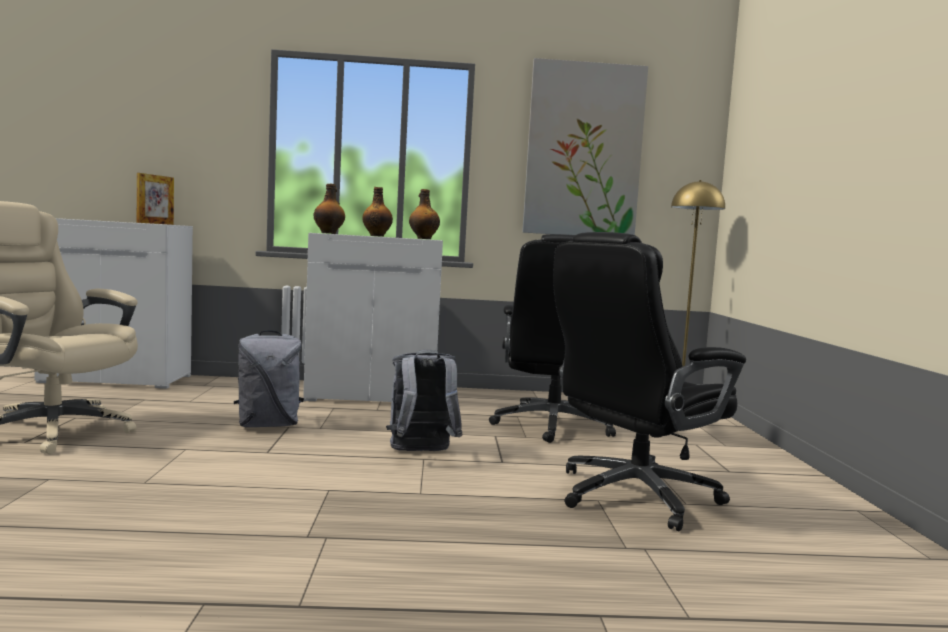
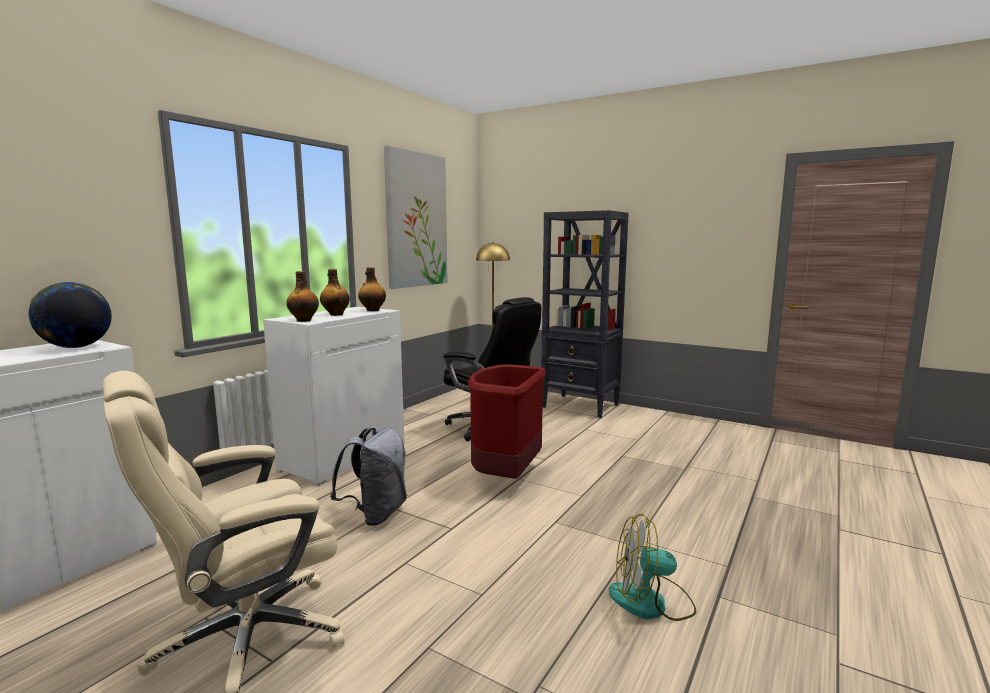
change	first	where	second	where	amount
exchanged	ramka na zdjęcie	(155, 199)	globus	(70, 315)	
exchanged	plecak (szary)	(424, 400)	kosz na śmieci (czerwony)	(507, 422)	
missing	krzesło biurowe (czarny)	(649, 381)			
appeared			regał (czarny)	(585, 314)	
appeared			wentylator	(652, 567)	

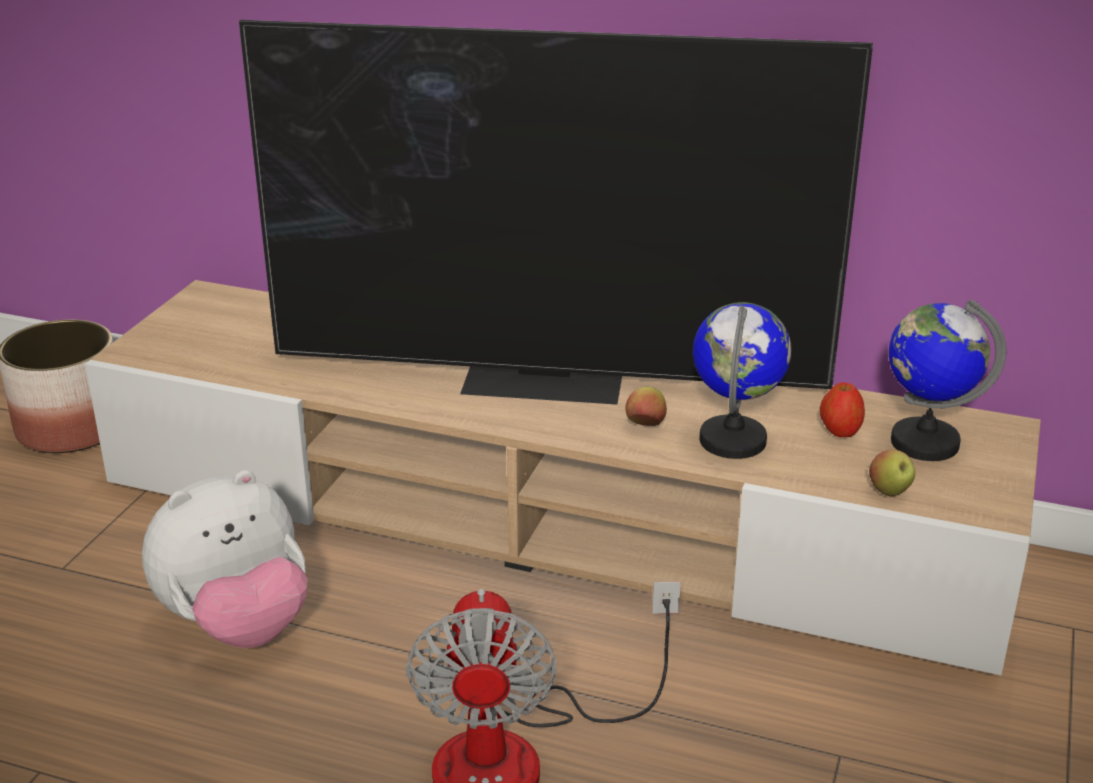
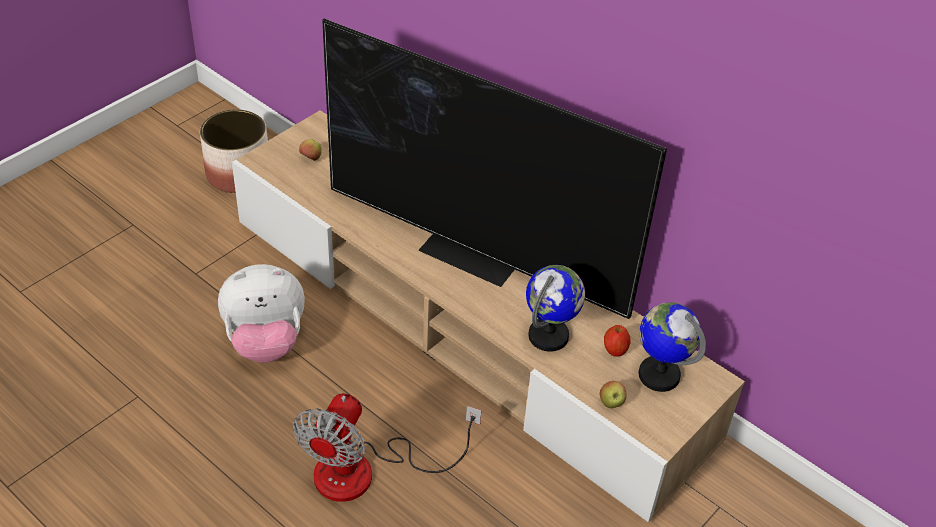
change	first	where	second	where	amount
relocated	jabłko	(646, 406)		(310, 150)	

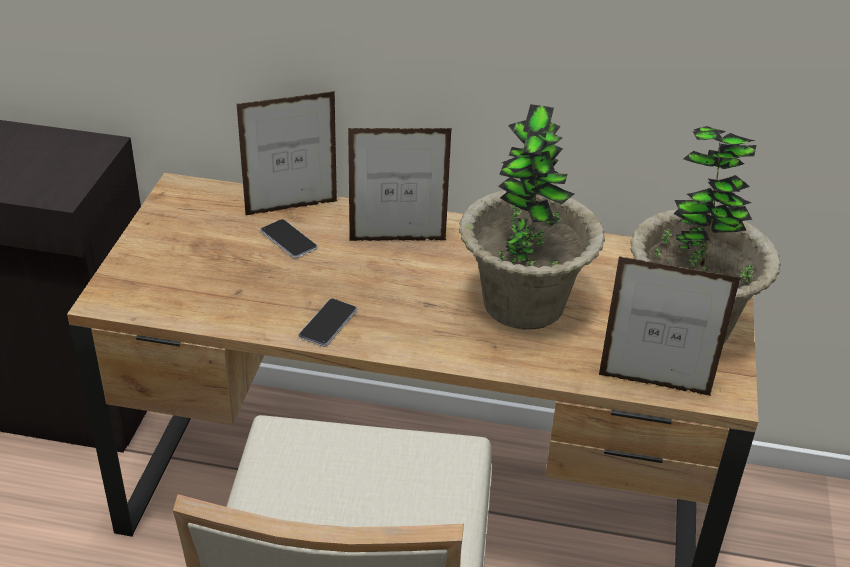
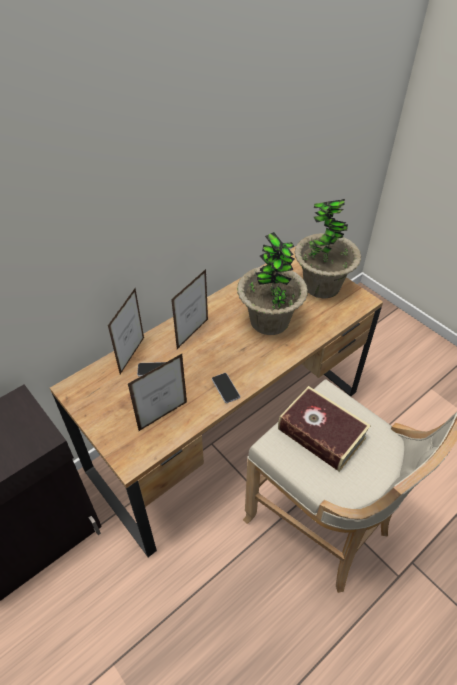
change	first	where	second	where	amount
relocated	ramka na zdjęcie	(670, 326)		(157, 392)	
appeared			książka	(324, 429)	

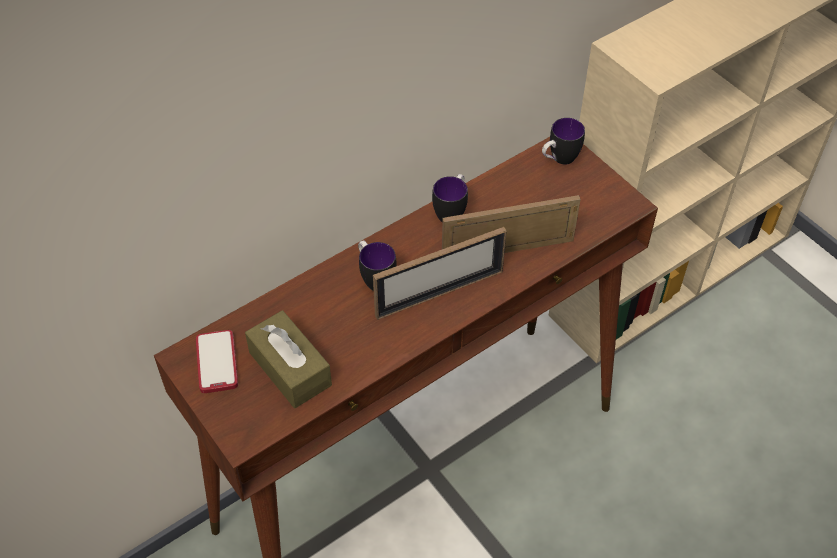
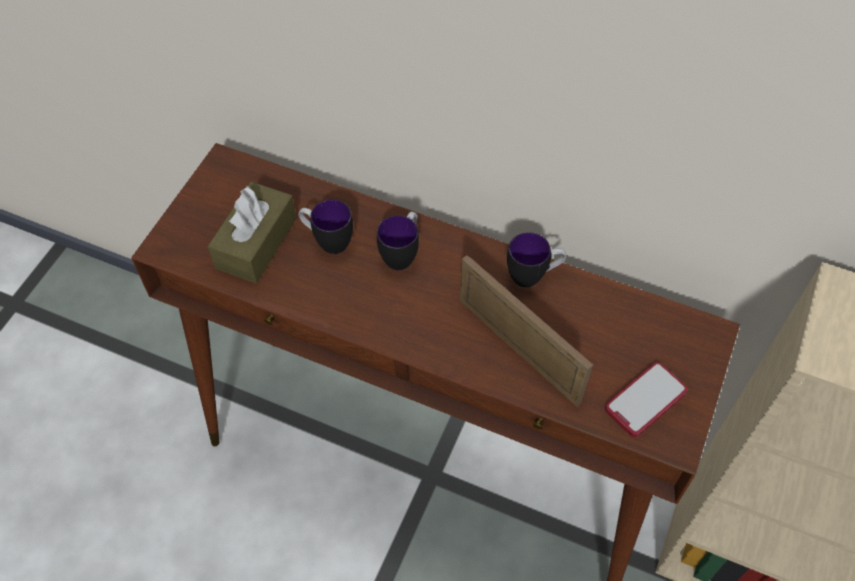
change	first	where	second	where	amount
relocated	telefon	(217, 361)		(646, 399)	
missing	ramka na zdjęcie	(440, 273)			
relocated	kubek	(563, 141)		(325, 226)	

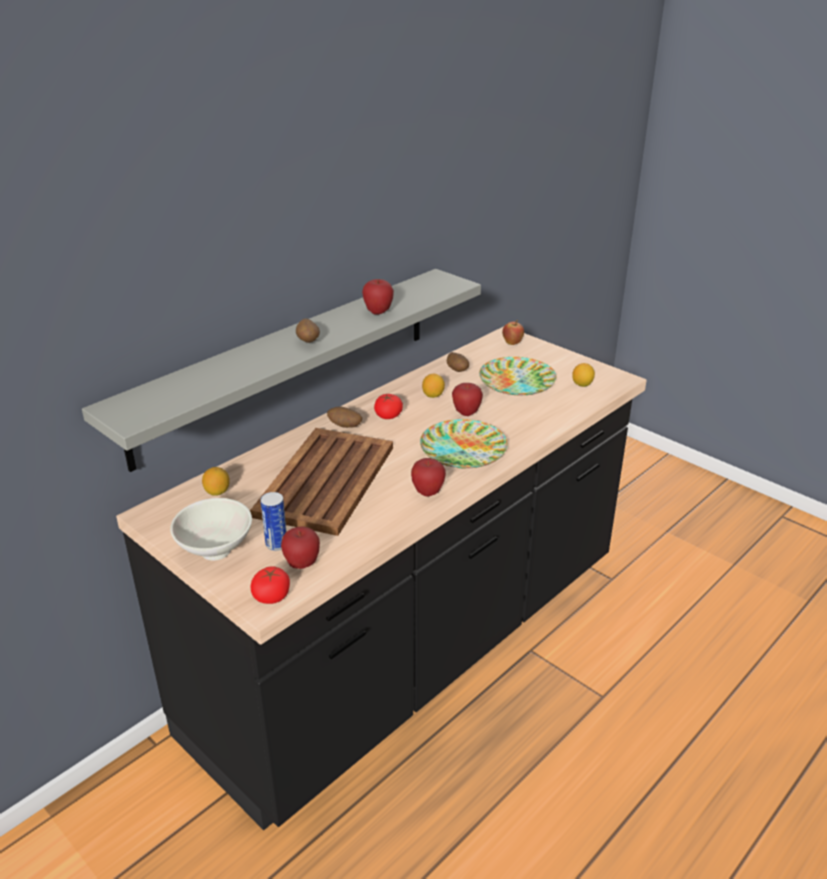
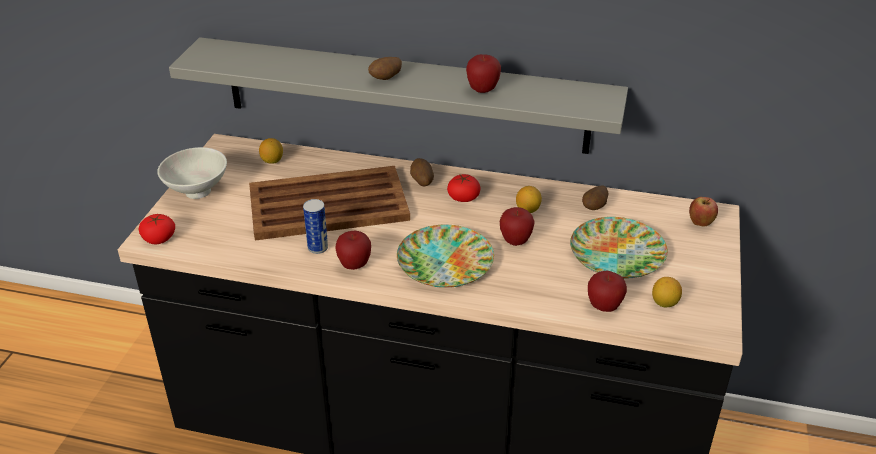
change	first	where	second	where	amount
relocated	puszka	(273, 521)		(315, 226)	
relocated	jabłko	(300, 547)		(607, 291)	

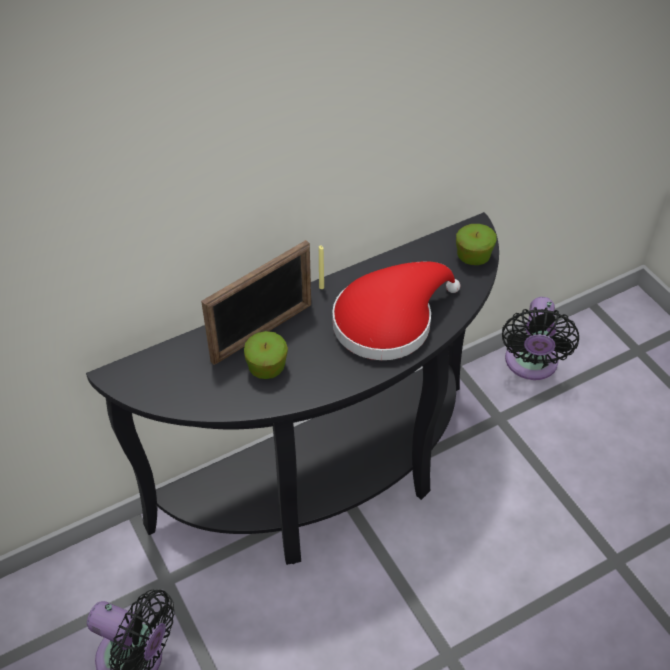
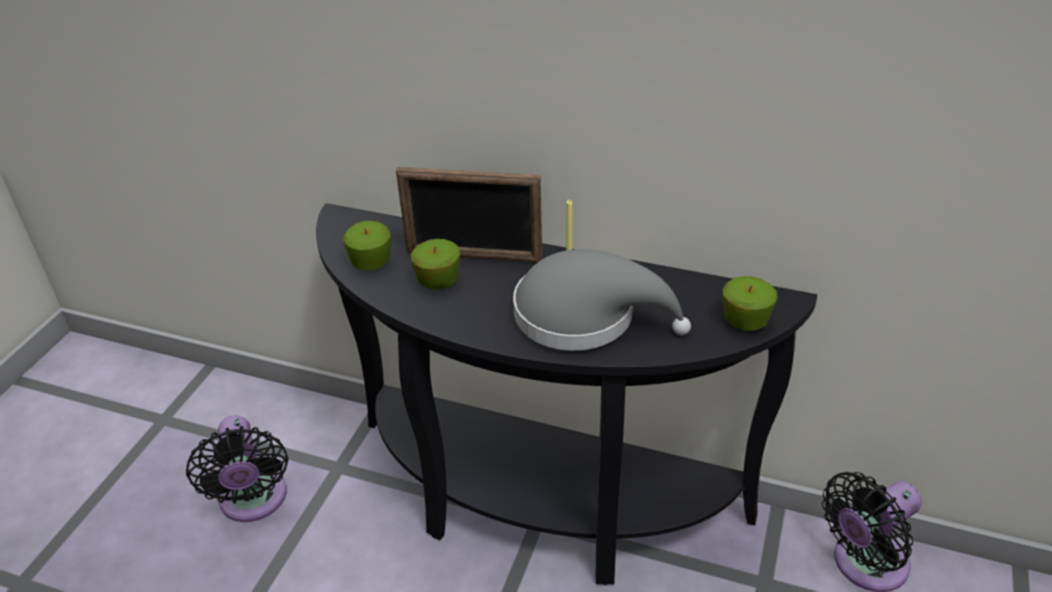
change	first	where	second	where	amount
colour	kapelusz (czerwony)	(396, 310)	kapelusz (szary)	(602, 300)	
appeared			jabłko	(367, 246)	

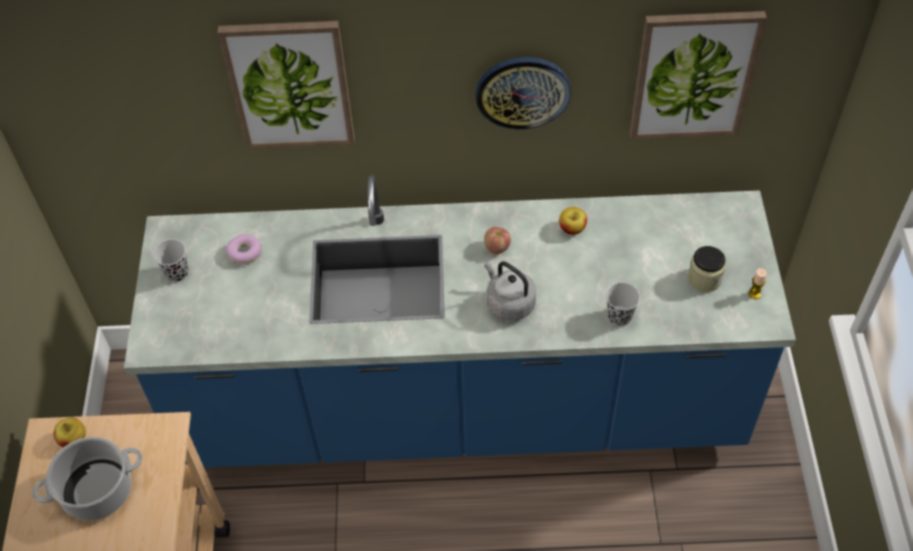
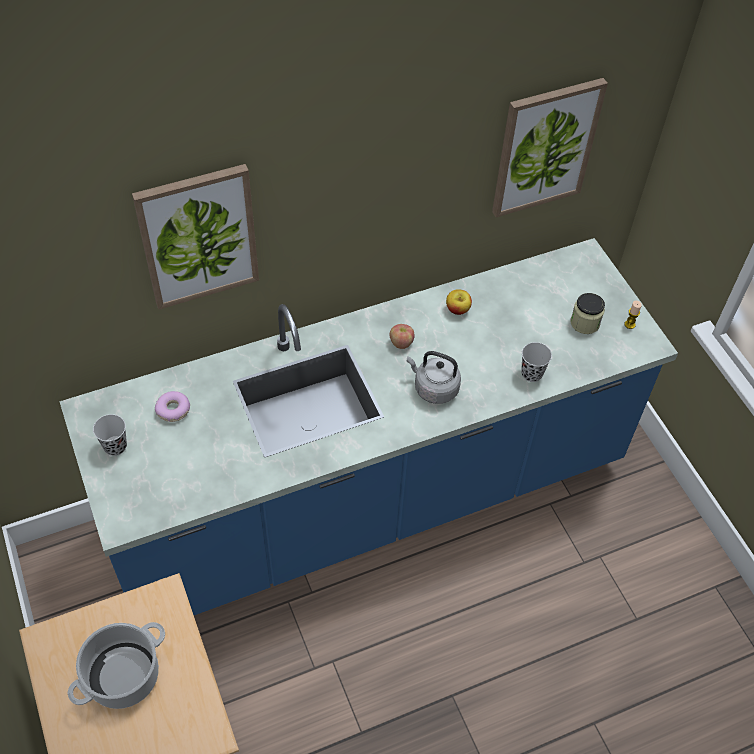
change	first	where	second	where	amount
missing	jabłko	(70, 432)			
missing	zegar ścienny	(523, 93)			

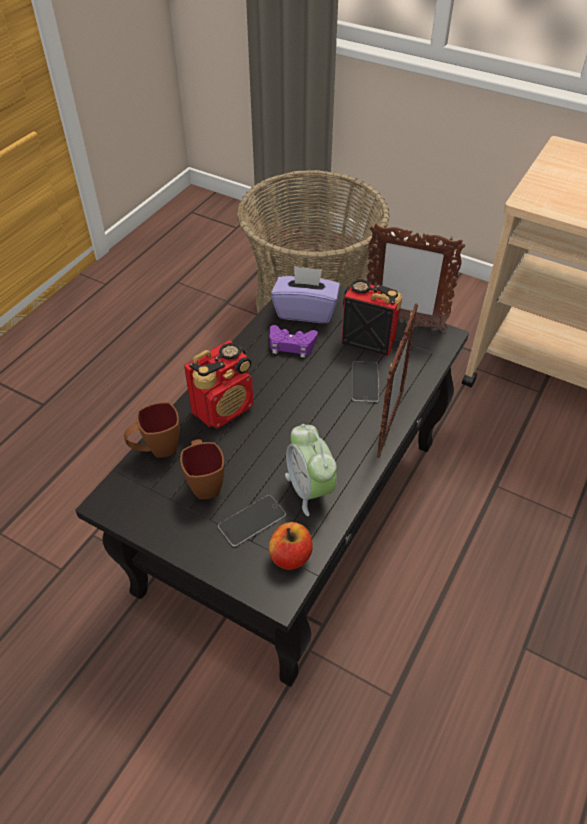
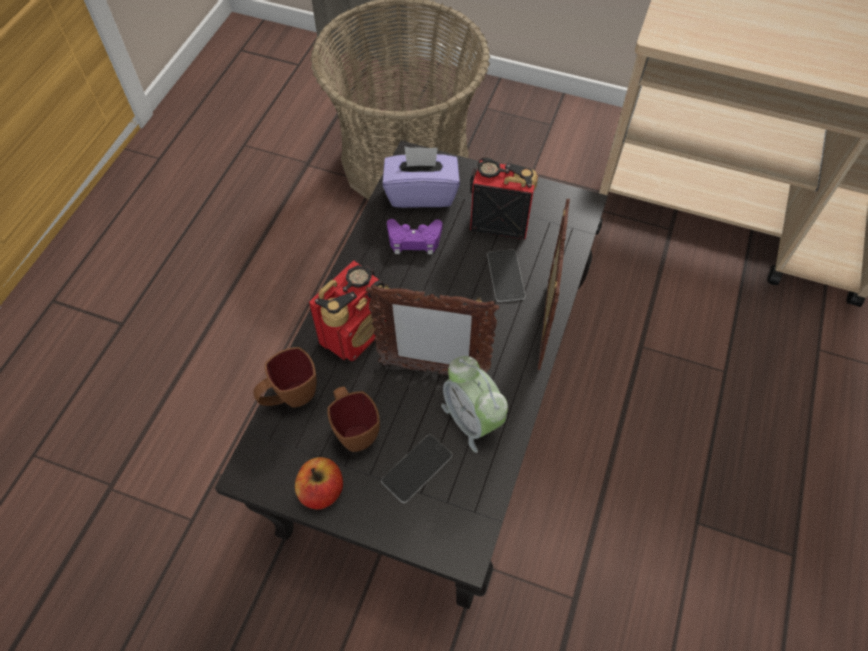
change	first	where	second	where	amount
relocated	jabłko	(291, 546)		(319, 483)	
relocated	ramka na zdjęcie	(416, 277)		(432, 329)	

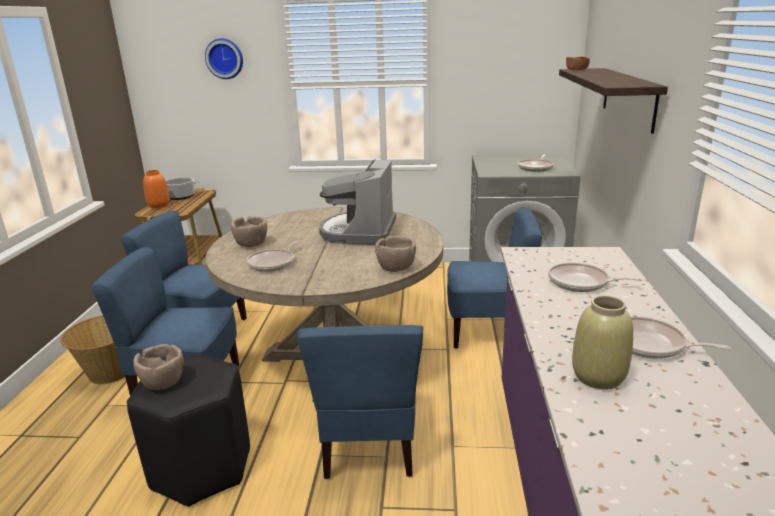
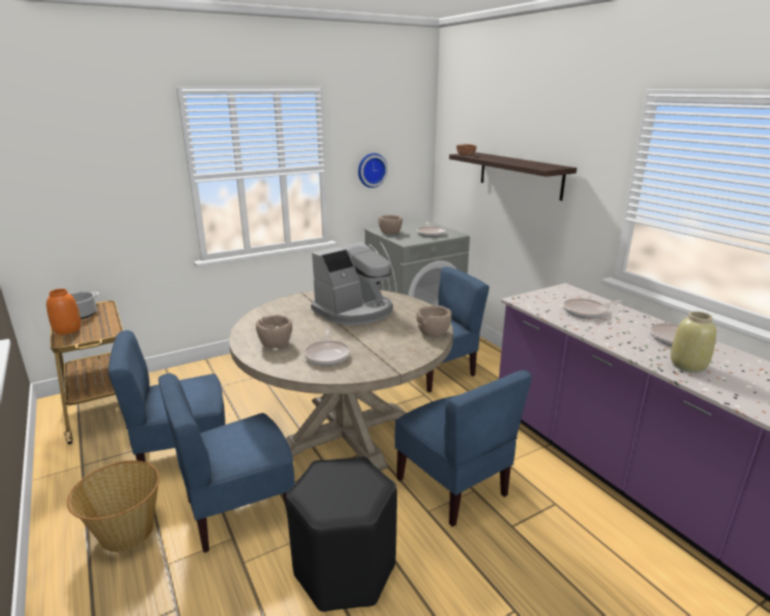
change	first	where	second	where	amount
relocated	miska (brązowy)	(158, 367)		(390, 224)	
relocated	zegar ścienny	(224, 58)		(373, 170)	
spun	ekspres do kawy	(357, 202)		(352, 283)	105 degrees counterclockwise

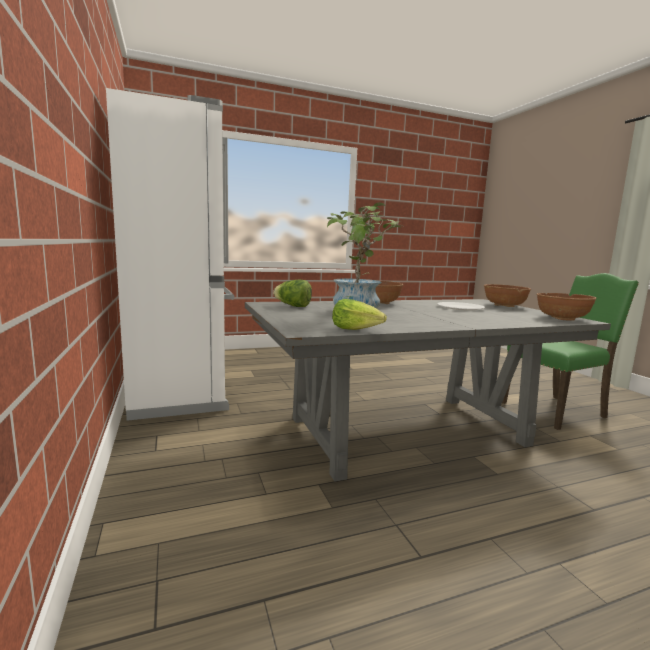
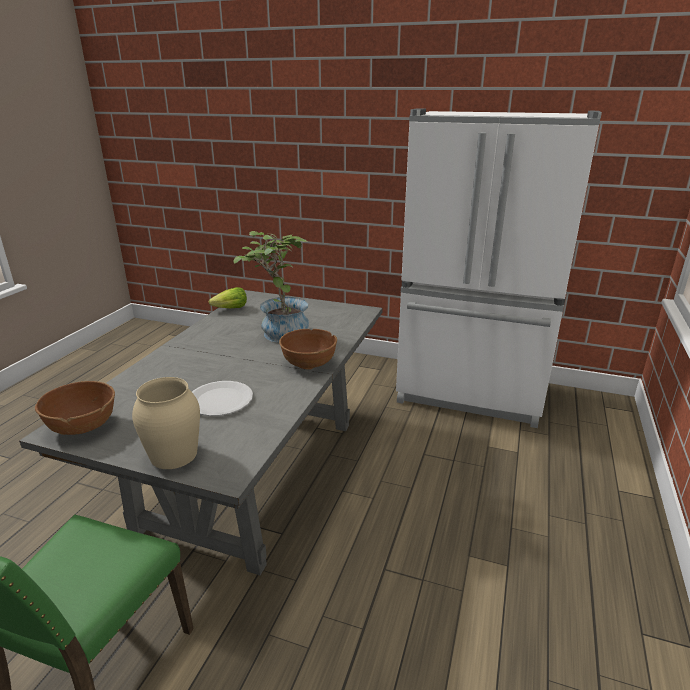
change	first	where	second	where	amount
missing	sałata	(292, 293)			
exchanged	miska (brązowy)	(507, 295)	wazon (beżowy)	(166, 423)	

